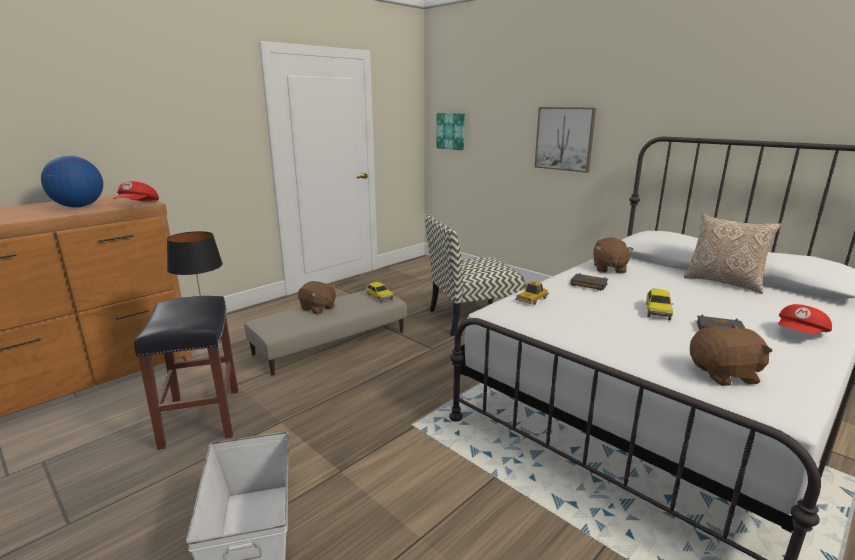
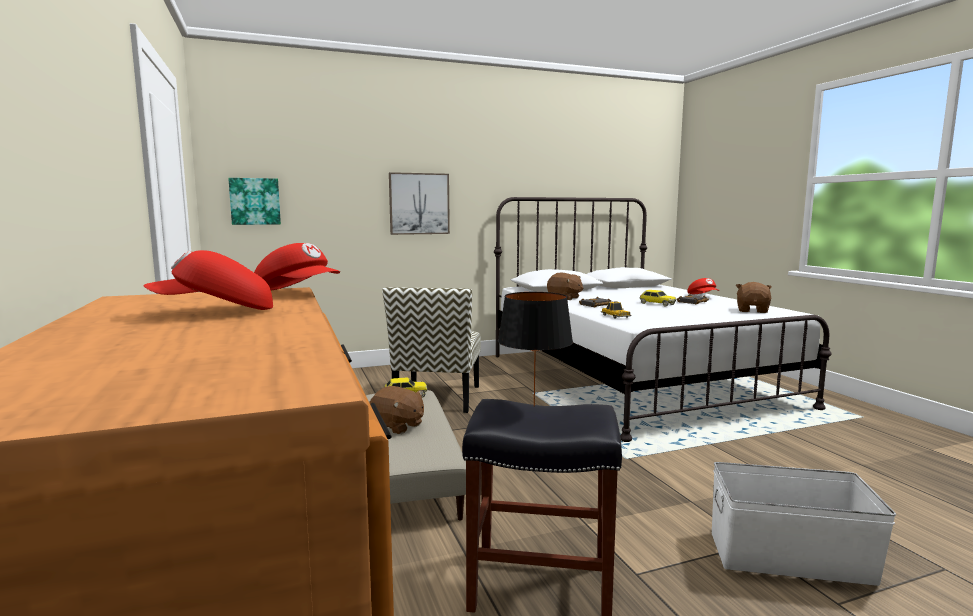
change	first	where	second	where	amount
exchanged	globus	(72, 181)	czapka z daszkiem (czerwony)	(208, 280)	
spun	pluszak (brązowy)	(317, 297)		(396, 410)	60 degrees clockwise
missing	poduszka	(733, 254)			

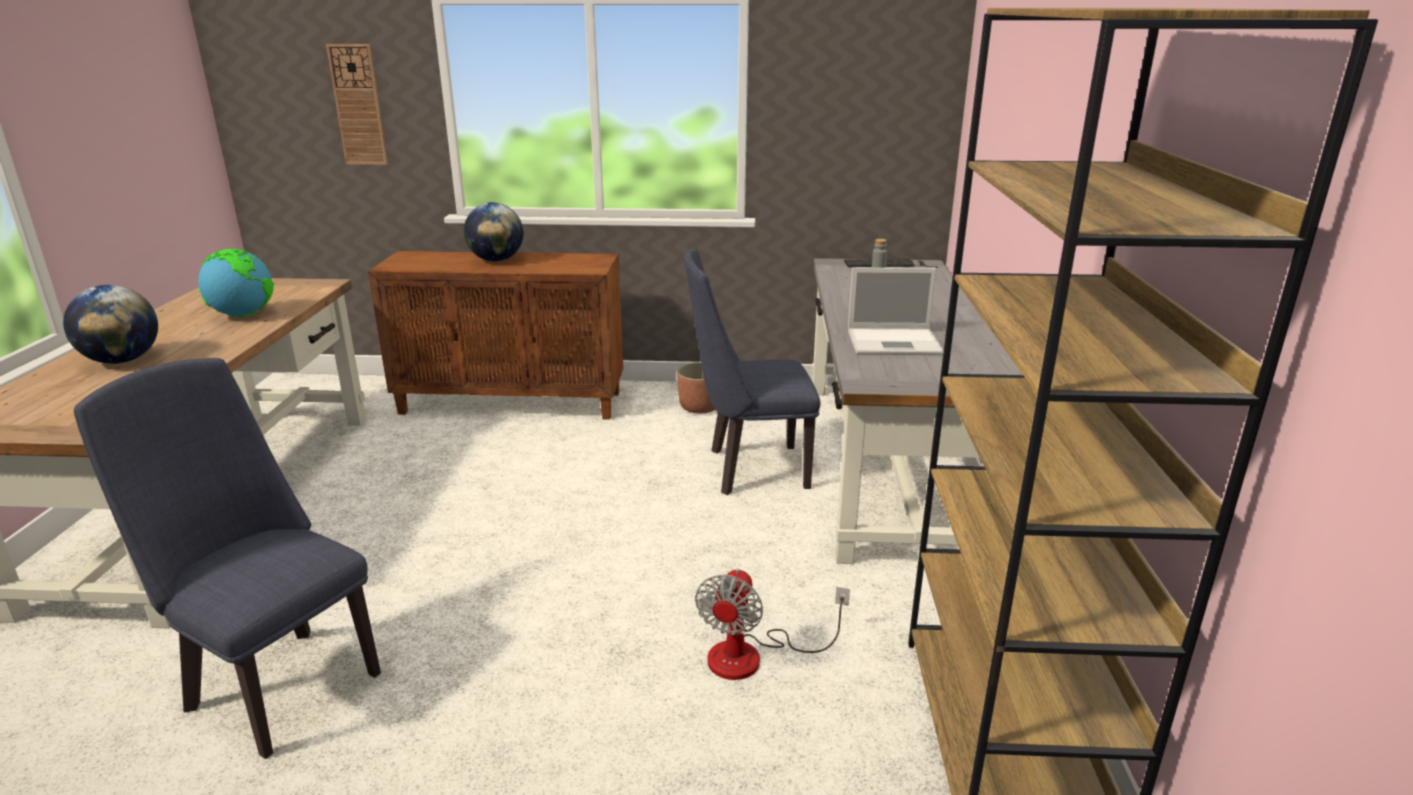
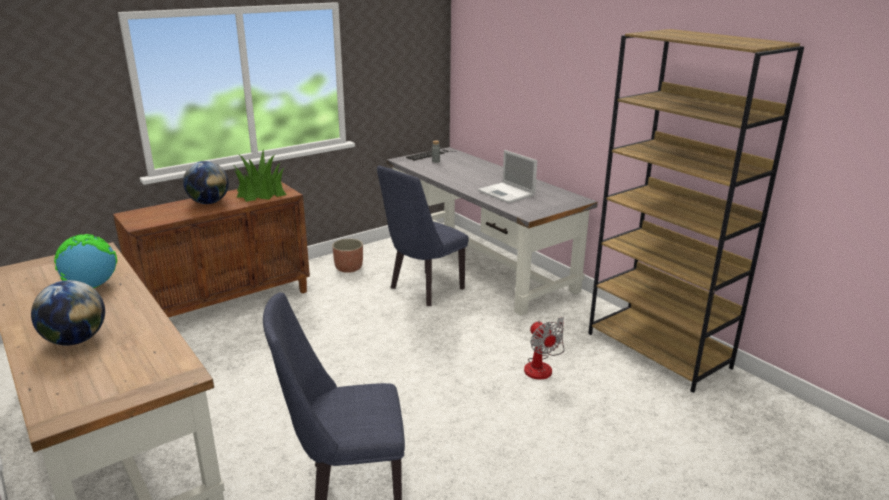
change	first	where	second	where	amount
missing	zegar ścienny	(357, 104)			
spun	laptop	(896, 311)		(507, 176)	90 degrees clockwise
appeared			roślina doniczkowa	(260, 176)	

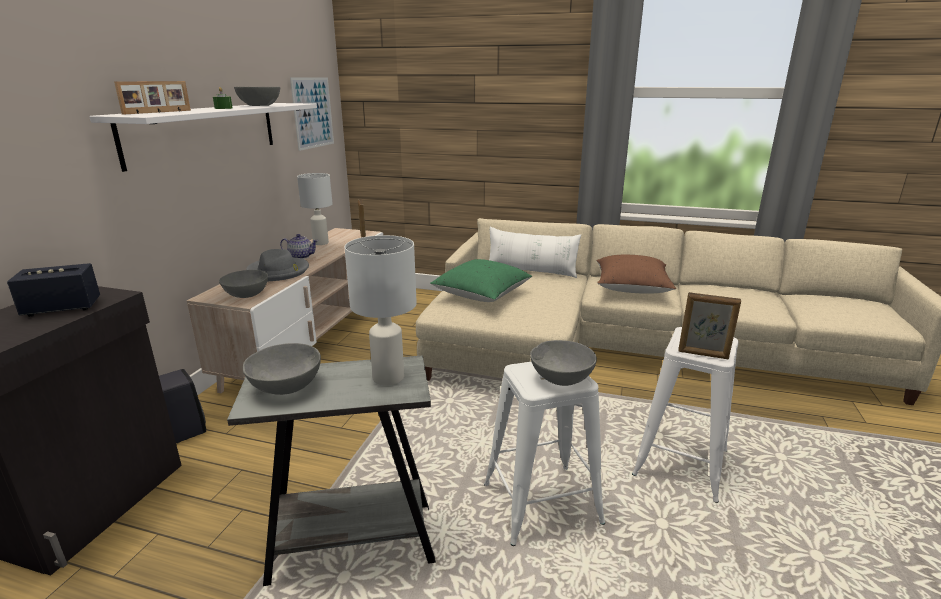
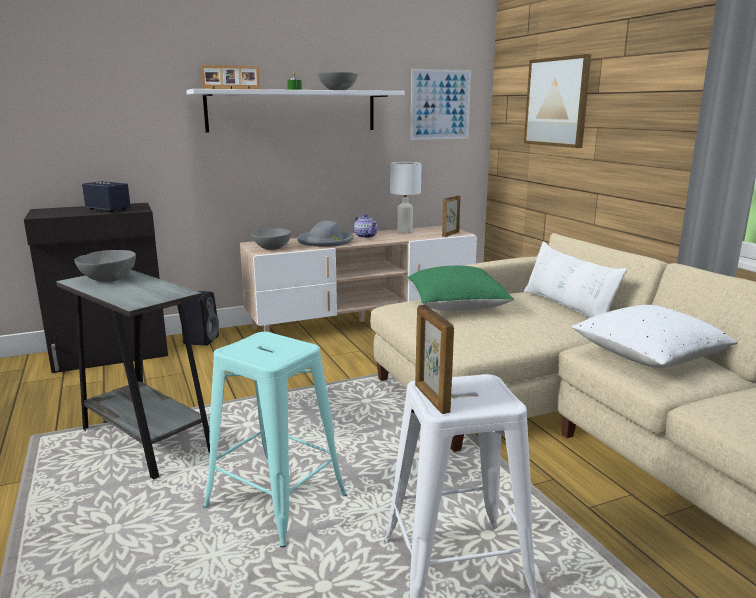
change	first	where	second	where	amount
missing	lampa stołowa (biały)	(380, 310)			
colour	stołek (biały)	(544, 454)	stołek (turkusowy)	(275, 439)	
missing	miska (szary)	(563, 363)			
colour	poduszka (brązowy)	(636, 274)	poduszka (biały)	(655, 336)	
appeared			obraz	(557, 101)	

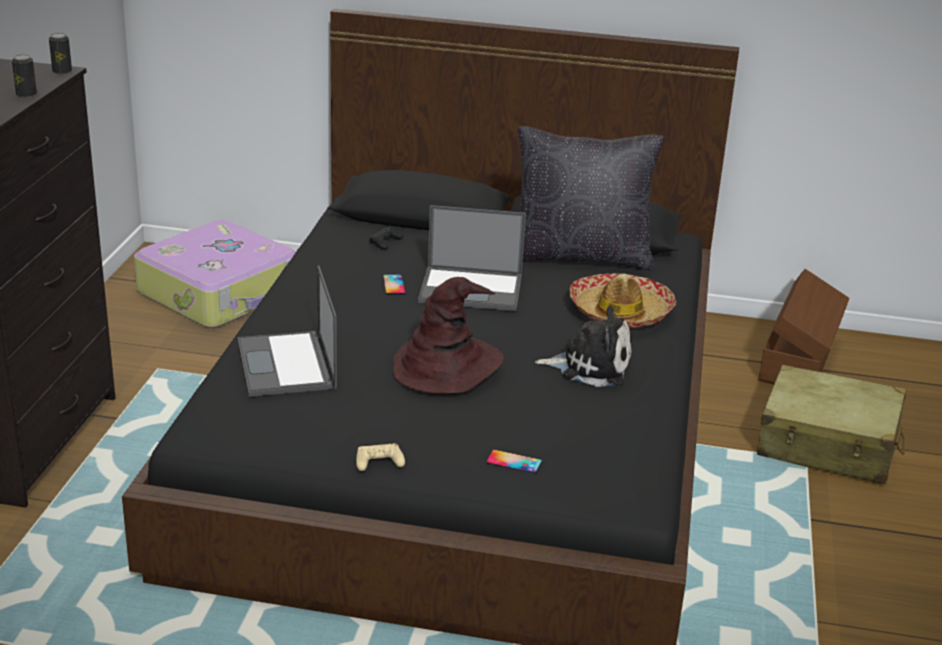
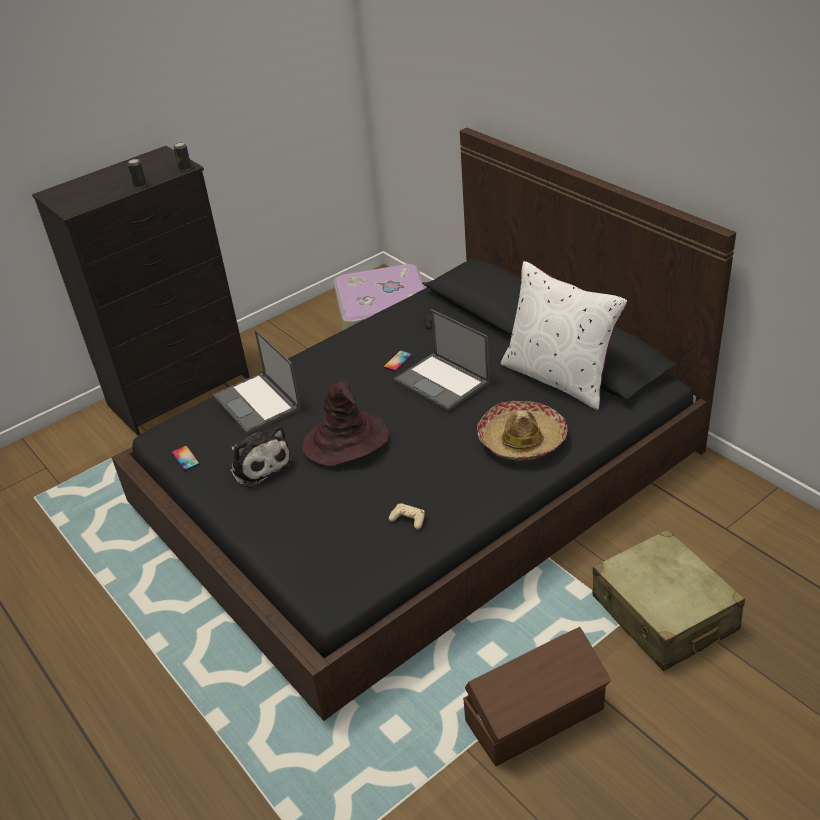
change	first	where	second	where	amount
spun	laptop	(287, 331)		(257, 382)	60 degrees counterclockwise
relocated	pad do gier (beżowy)	(380, 457)		(407, 516)	
relocated	telefon	(514, 461)		(186, 458)	
colour	poduszka (czarny)	(591, 198)	poduszka (biały)	(564, 335)	
relocated	pluszak	(583, 346)		(260, 456)	
relocated	pojemnik do przechowywania (brązowy)	(803, 326)		(537, 696)	

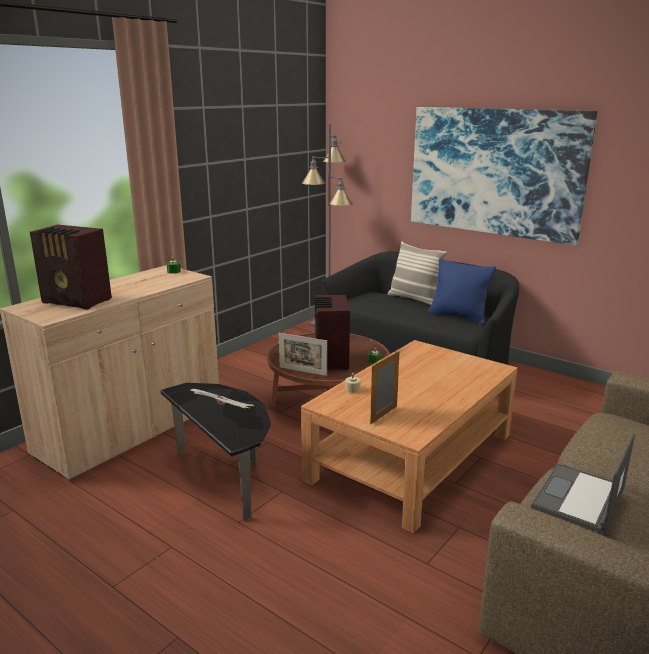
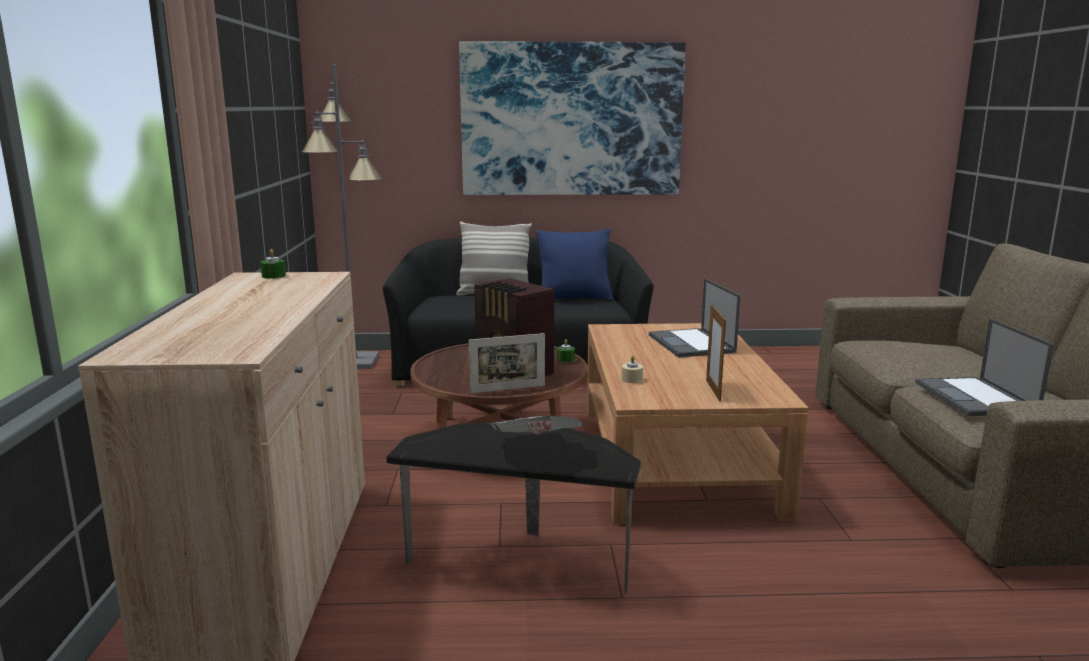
change	first	where	second	where	amount
missing	radio	(71, 267)			
appeared			laptop	(694, 318)	

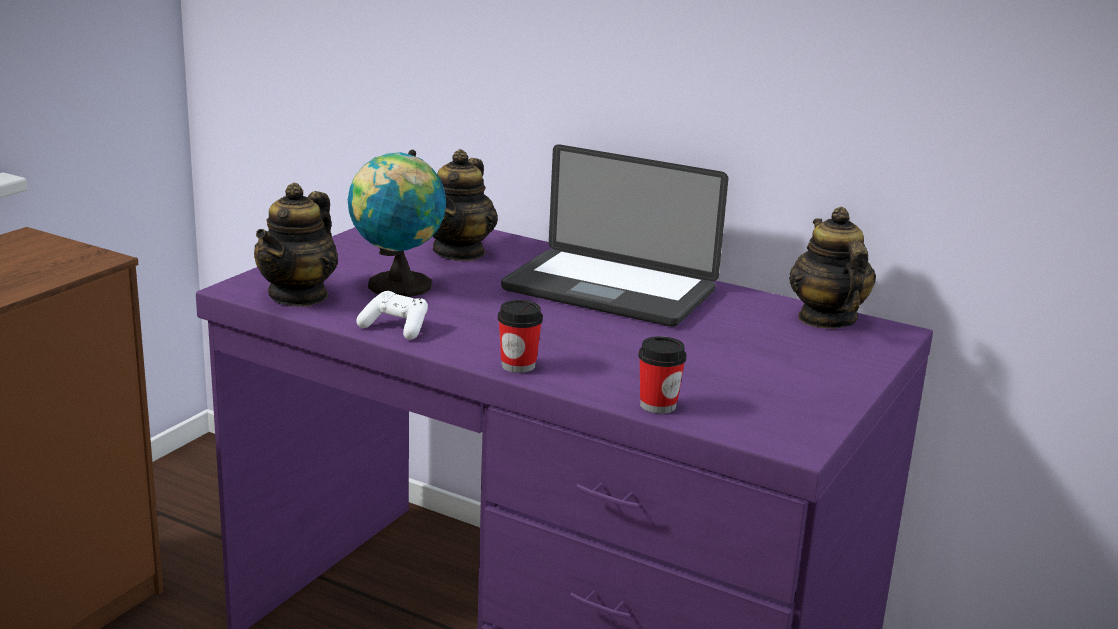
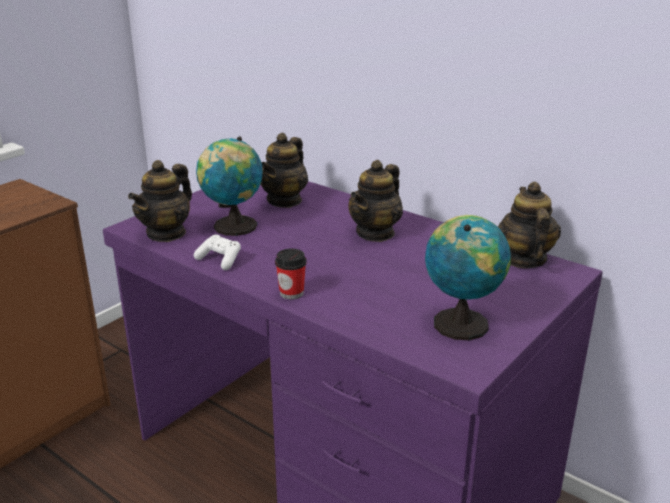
change	first	where	second	where	amount
exchanged	laptop	(614, 236)	imbryk	(375, 201)	
missing	filiżanka	(662, 375)			
appeared			globus	(468, 277)	

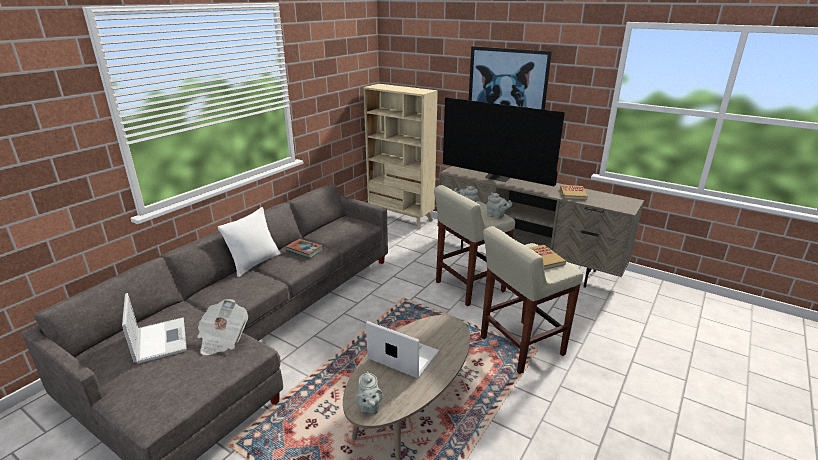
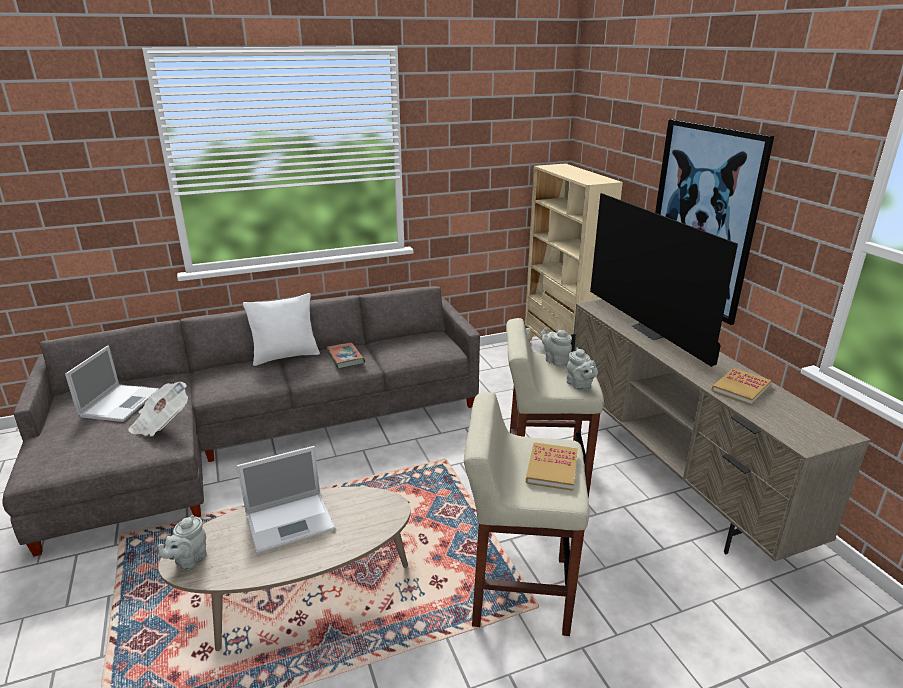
change	first	where	second	where	amount
spun	laptop	(403, 350)		(286, 500)	90 degrees clockwise

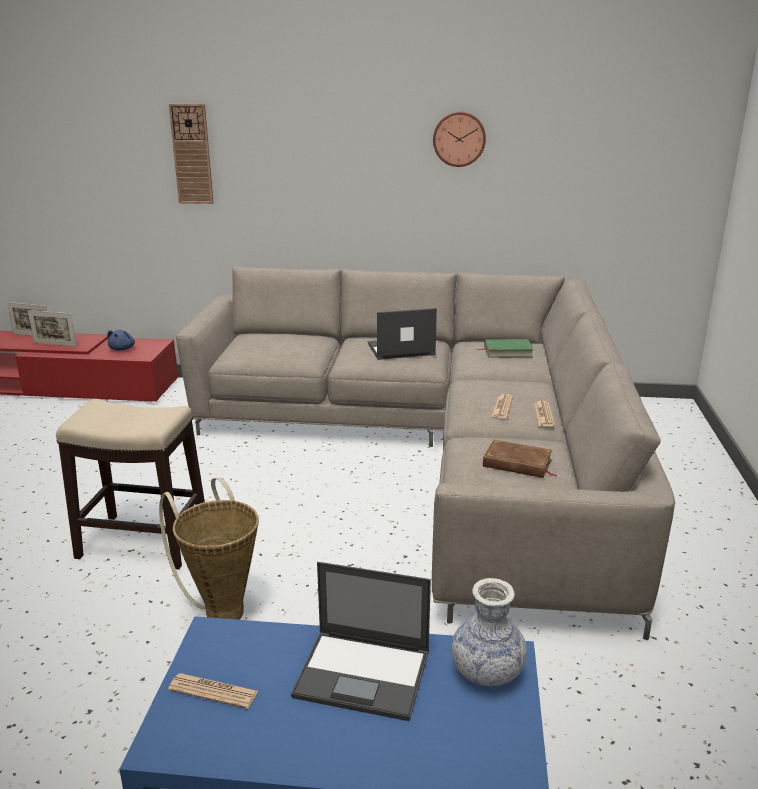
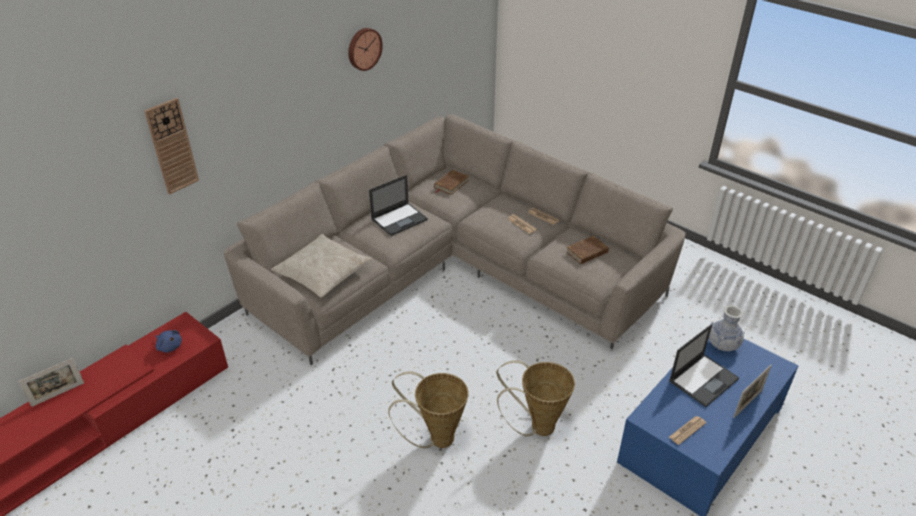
change	first	where	second	where	amount
relocated	ramka na zdjęcie	(52, 328)		(752, 391)	
exchanged	stołek	(130, 484)	koszyk	(428, 410)	
spun	laptop	(402, 334)		(398, 205)	150 degrees counterclockwise
colour	książka (zielony)	(506, 348)	książka (brązowy)	(451, 182)	
appeared			poduszka (beżowy)	(322, 266)	

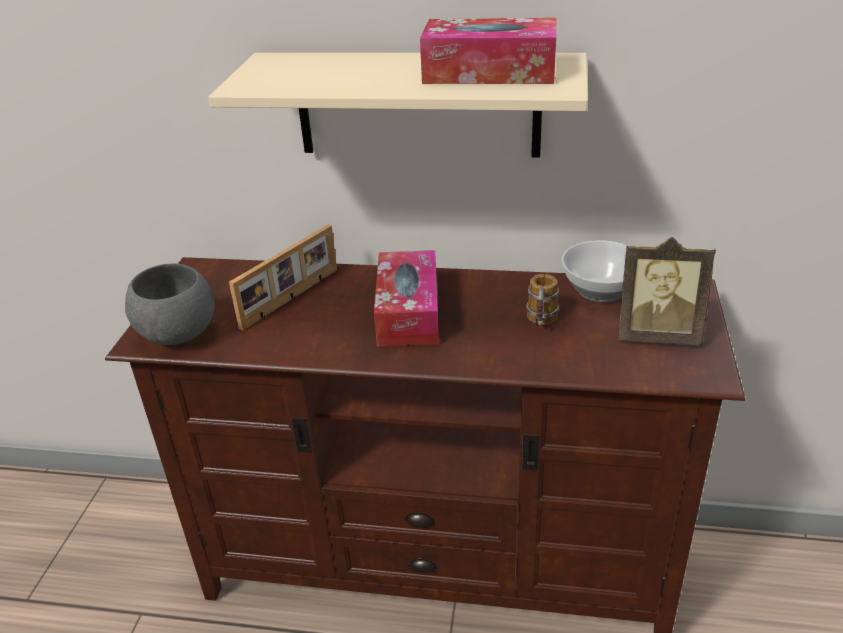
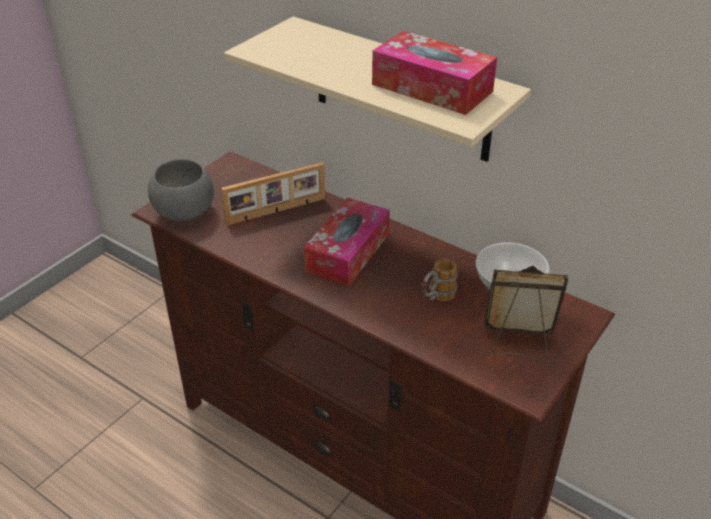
change	first	where	second	where	amount
spun	ramka na zdjęcie	(667, 291)		(526, 311)	150 degrees clockwise

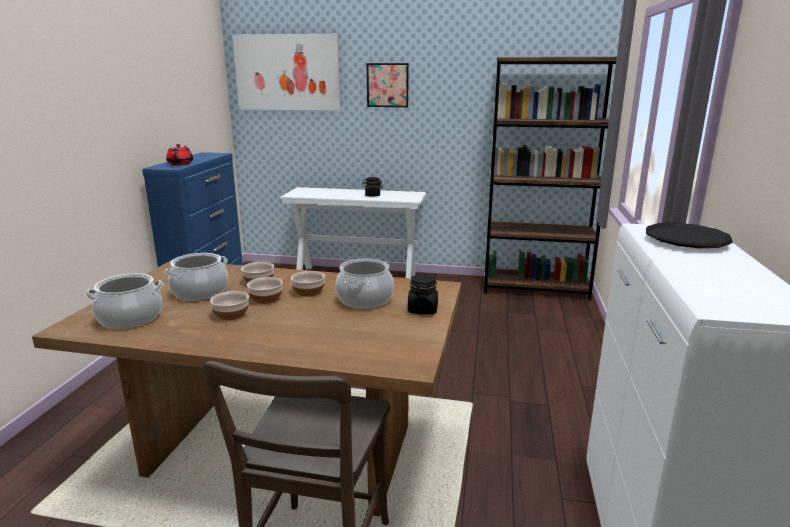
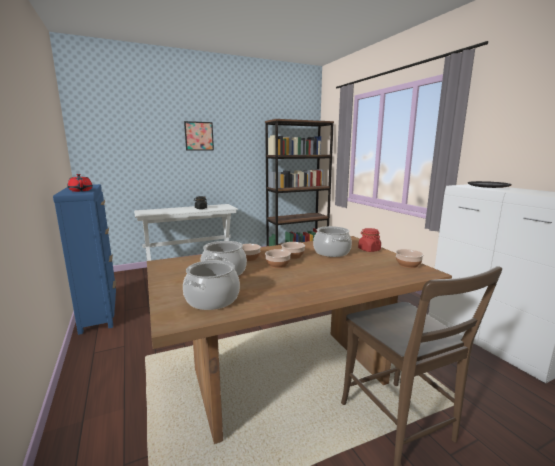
change	first	where	second	where	amount
relocated	miska	(229, 305)		(409, 258)	
missing	obraz	(286, 72)			
colour	słoik (czarny)	(423, 294)	słoik (czerwony)	(369, 240)	

